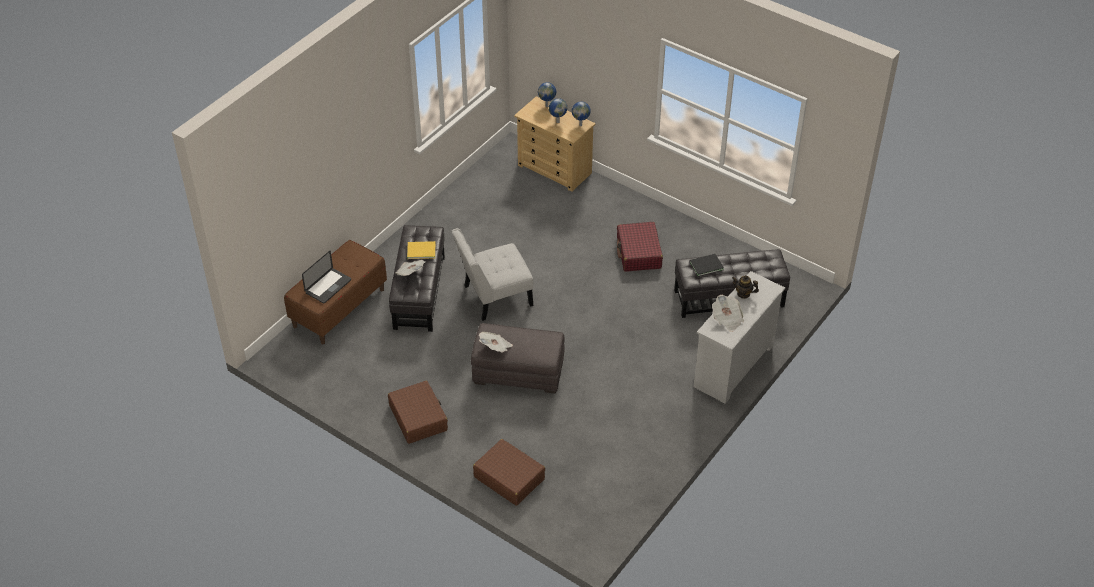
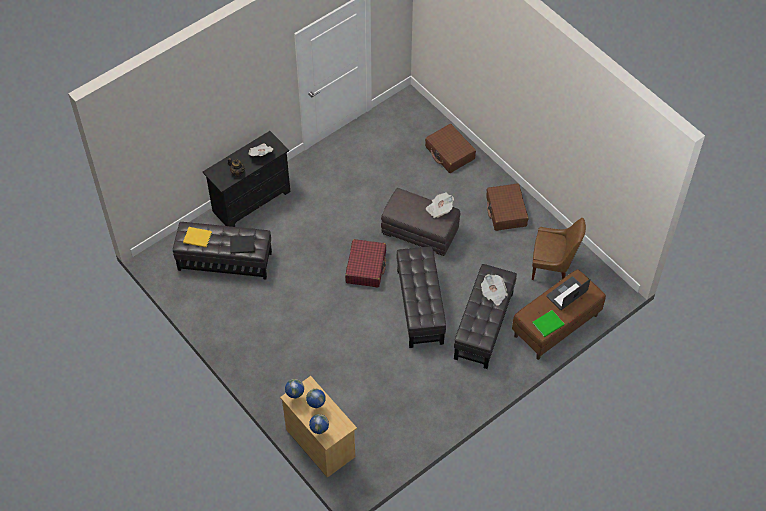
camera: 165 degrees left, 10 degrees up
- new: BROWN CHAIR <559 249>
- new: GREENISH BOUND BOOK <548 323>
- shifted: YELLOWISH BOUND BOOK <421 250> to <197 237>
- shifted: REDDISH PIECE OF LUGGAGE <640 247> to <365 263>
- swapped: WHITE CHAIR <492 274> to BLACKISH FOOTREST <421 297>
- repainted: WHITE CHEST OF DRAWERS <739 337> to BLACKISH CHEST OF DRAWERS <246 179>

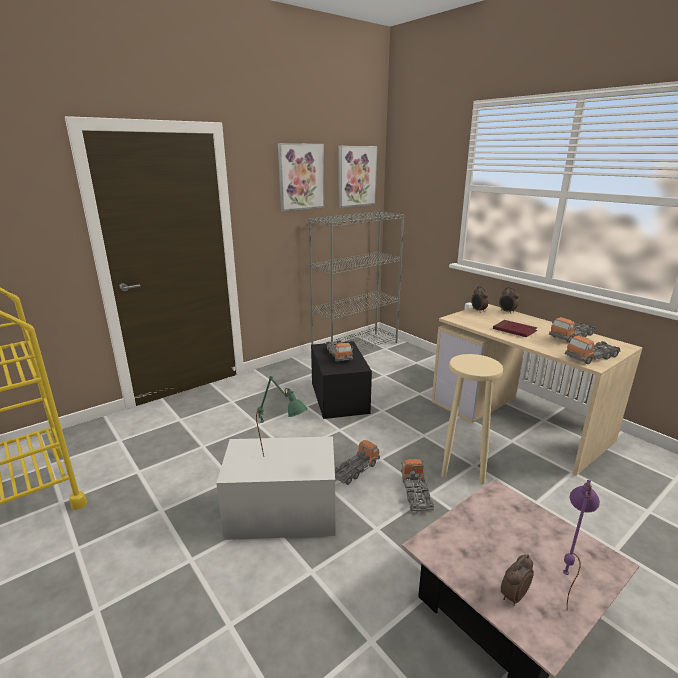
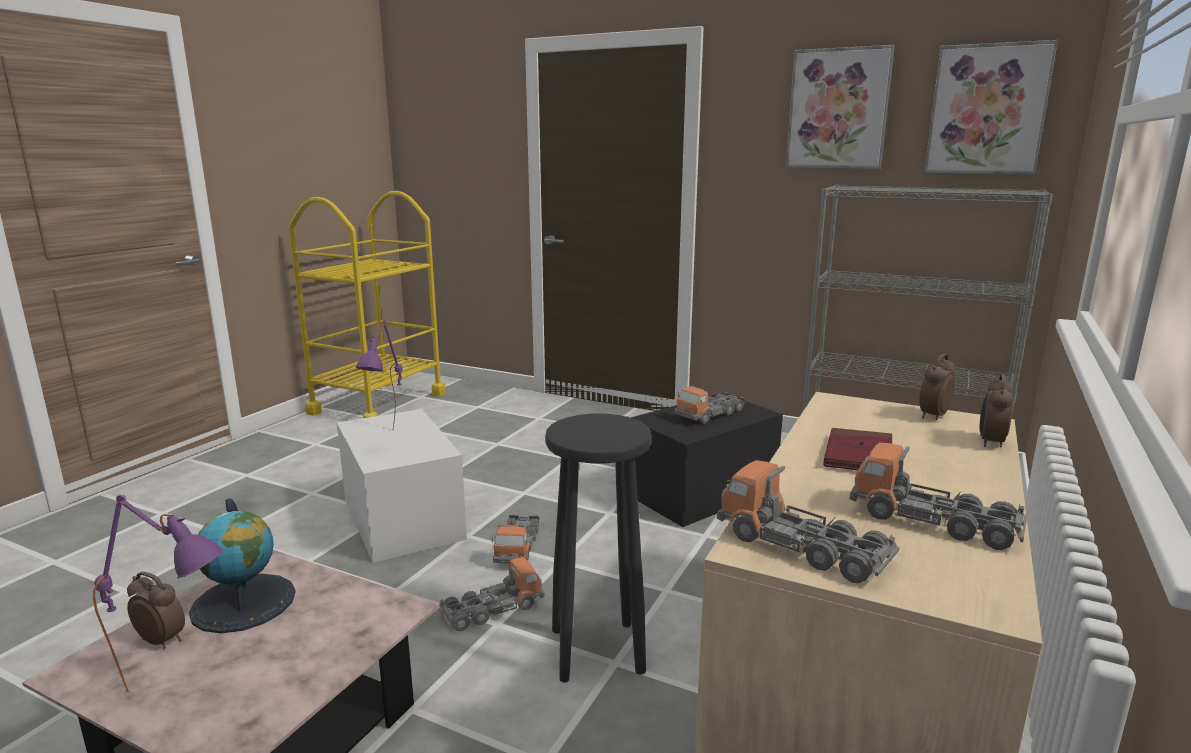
camera: 65 degrees right, 5 degrees down
- new: DESK GLOBE <242 565>
- repainted: GREENISH TABLETOP LAMP <282 416> to PURPLE TABLETOP LAMP <379 375>
- repainted: SAND-COLOURED STOOL <472 419> to BLACKISH STOOL <598 548>
- rotated: TOY TRUCK <357 462> = <515 538> 75 degrees clockwise

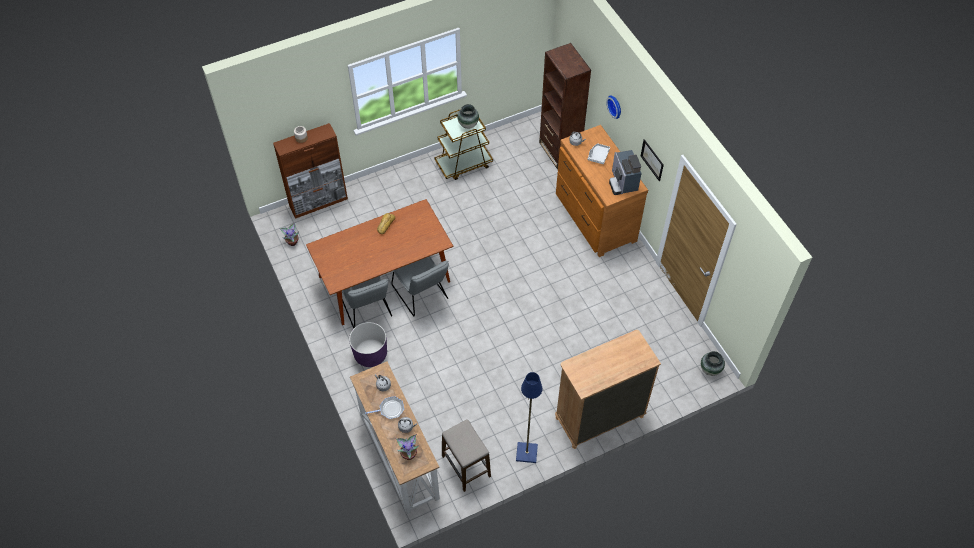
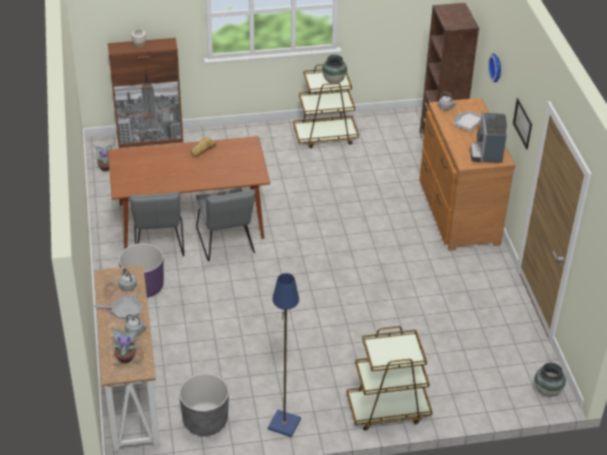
camera: 15 degrees right, 15 degrees down
- swapped: STOOL <466 455> to GREY PLANT POT <204 404>
- swapped: BROWN CHEST OF DRAWERS <608 389> to BROWN TROLLEY <390 378>

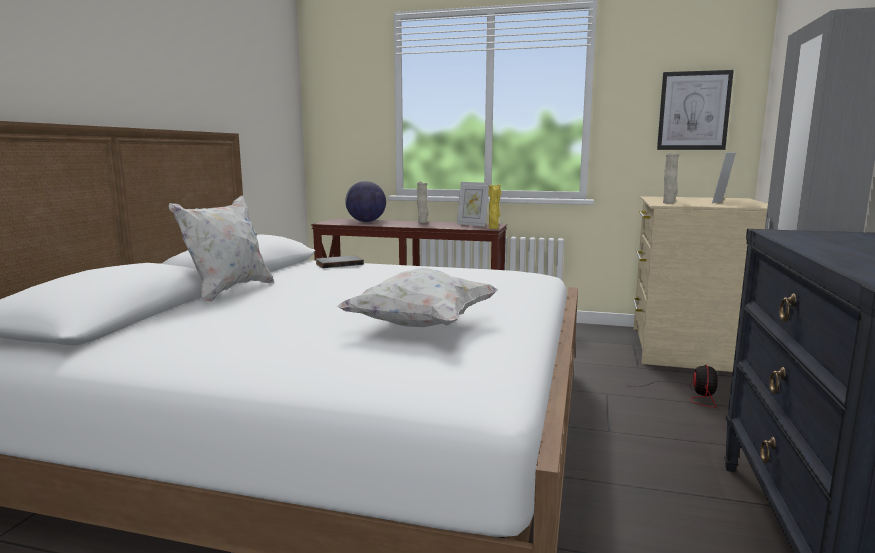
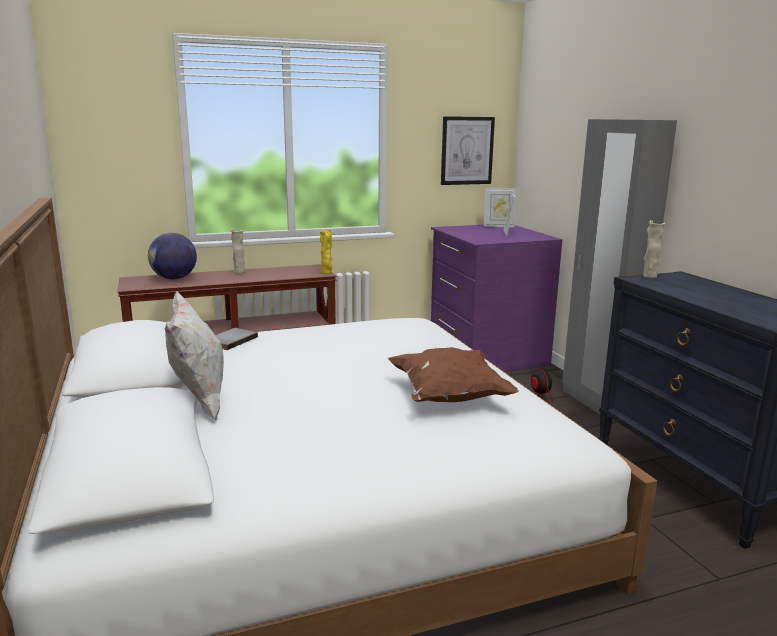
camera: 35 degrees left, 5 degrees up
- shifted: PHOTO FRAME <473 204> to <500 207>
- shifted: SAND-COLOURED DECORATIVE VASE <671 178> to <654 249>
- repainted: WHITE CUSHION <417 297> to BROWN CUSHION <453 374>
- repainted: SAND-COLOURED CHEST OF DRAWERS <700 284> to PURPLE CHEST OF DRAWERS <497 298>

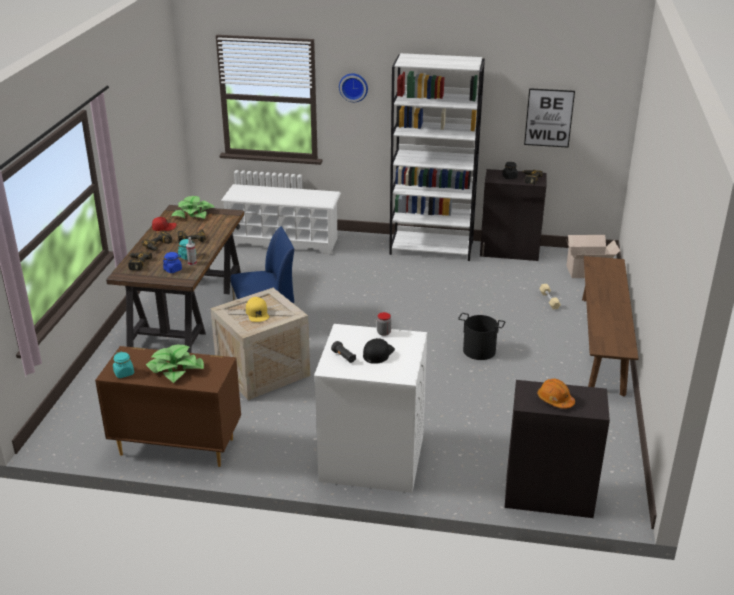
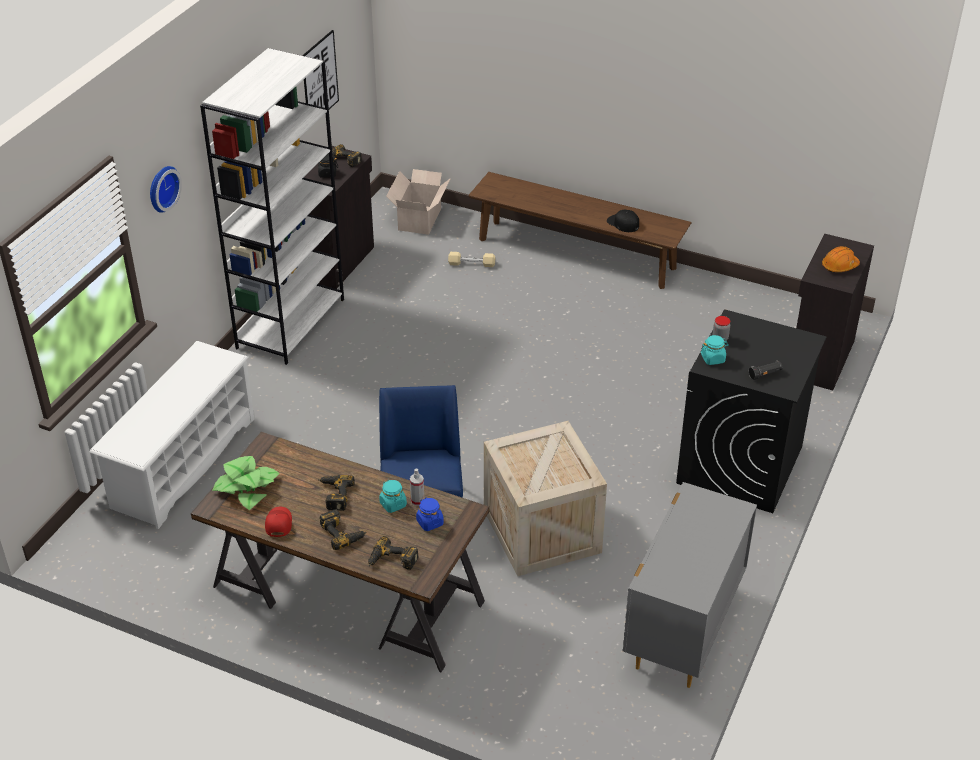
camera: 75 degrees left, 10 degrees up
- gone: POTTED PLANT <175 363>
- gone: YELLOWISH CAP <257 309>
- gone: BLACKISH PAIL <481 336>
- shifted: BLUE-GREEN STORAGE JAR <123 365> to <715 350>
- shifted: BLACKISH CAP <379 351> to <623 221>
- repainted: BROWN CHEST OF DRAWERS <168 406> to GREY CHEST OF DRAWERS <690 585>
- repainted: WHITE LAUNDRY APPLIANCE <370 408> to BLACKISH LAUNDRY APPLIANCE <751 411>

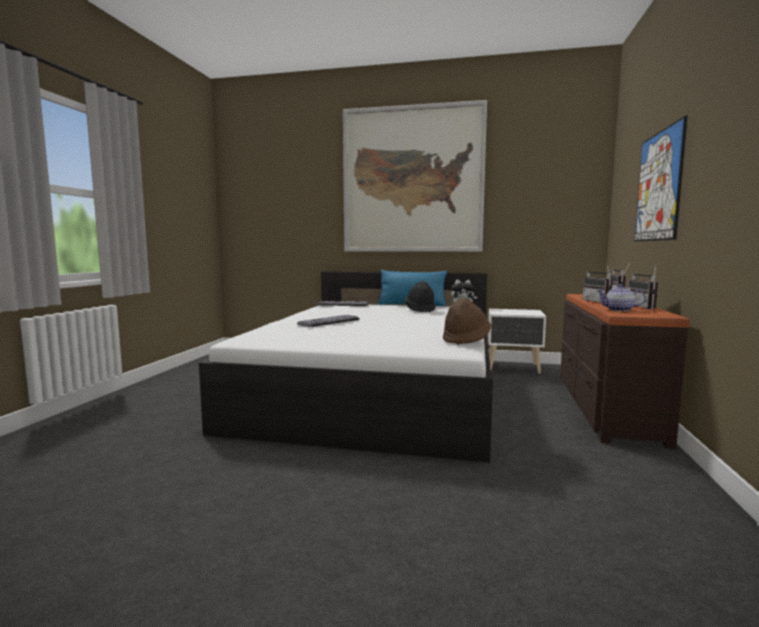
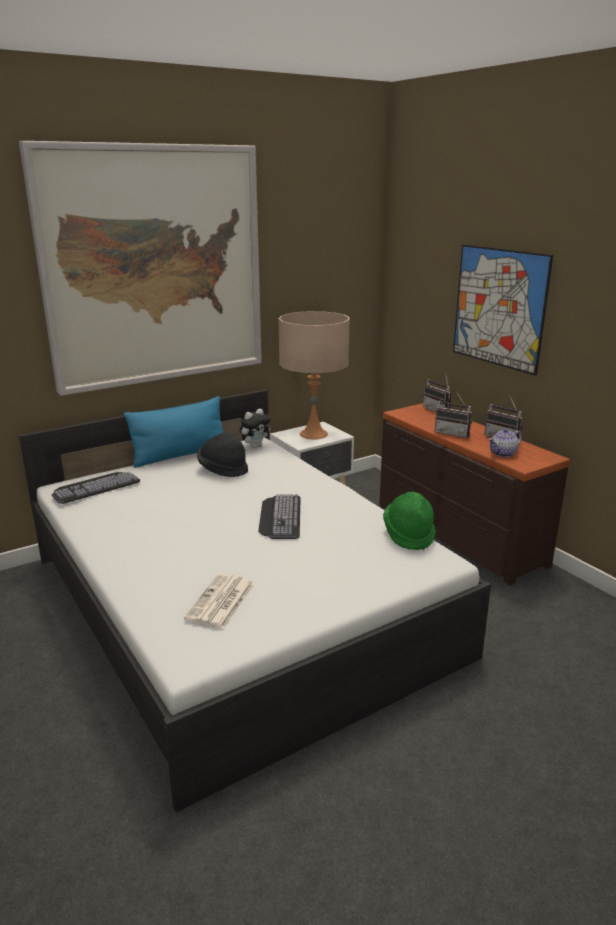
camera: 45 degrees left, 15 degrees up
- new: DAILY PAPER <219 601>
- new: SAND-COLOURED TABLETOP LAMP <314 375>
- shifted: COMPUTER KEYBOARD <328 321> to <279 516>
- repainted: BROWN CLOTHING HAT <467 321> to GREENISH CLOTHING HAT <409 521>

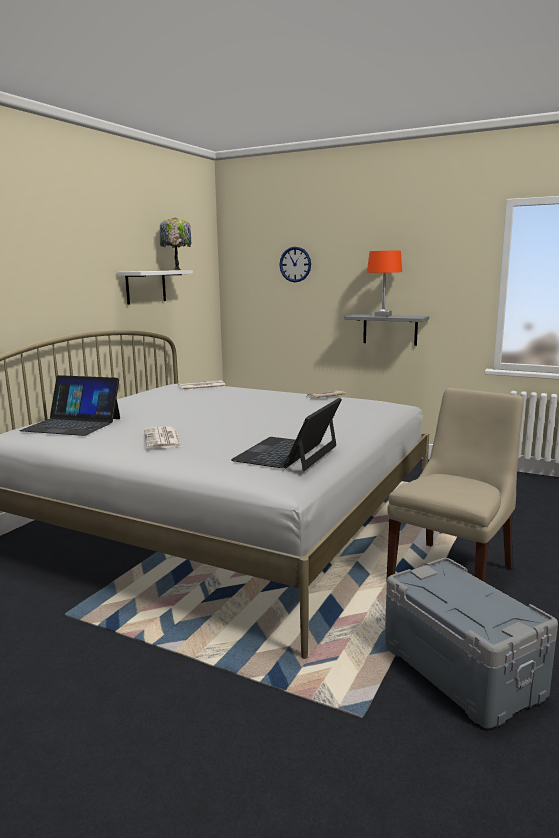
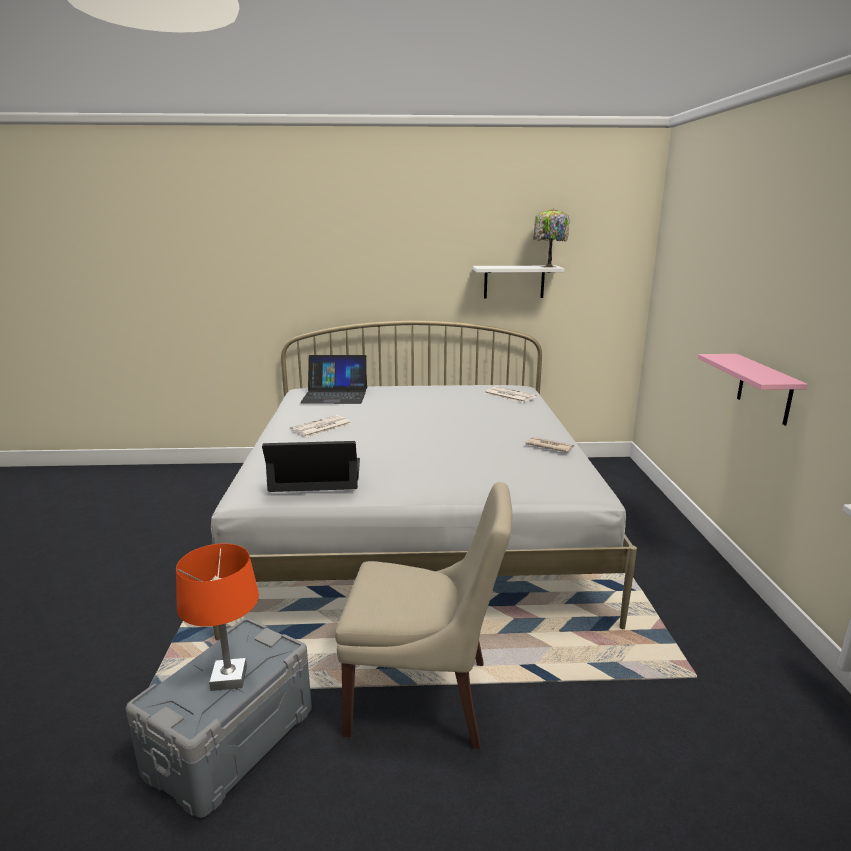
camera: 60 degrees right, 5 degrees up
- gone: WALL CLOCK <295 264>
- shifted: ORANGE TABLETOP LAMP <384 284> to <217 617>
- repainted: GREY SHELF <386 330> to PINK-COLOURED SHELF <753 389>
- rotated: NOTEBOOK COMPUTER <70 405> = <333 379> 75 degrees counterclockwise

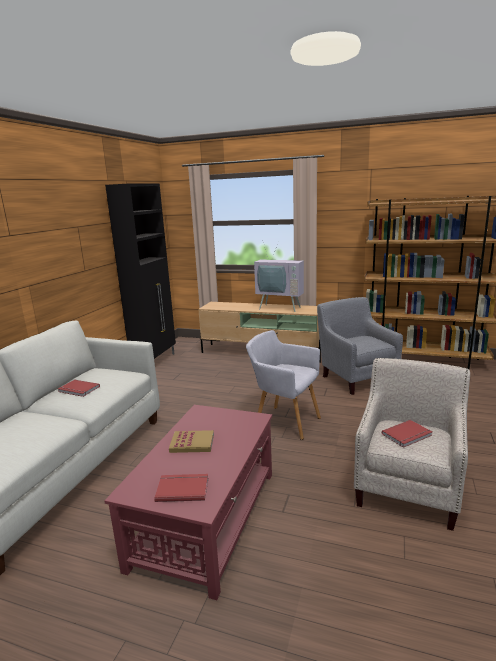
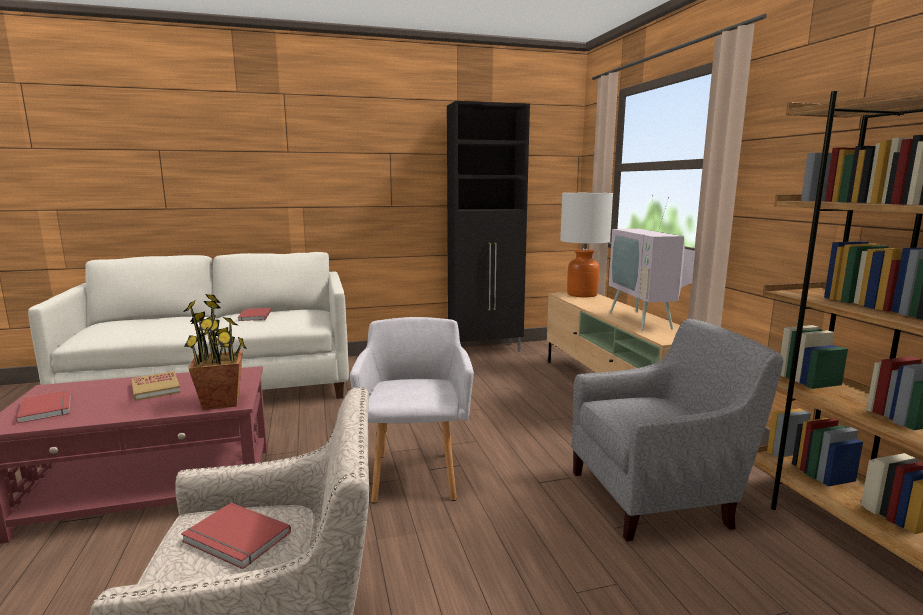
camera: 55 degrees right, 5 degrees down
- new: POTTED PLANT <215 352>
- new: TABLETOP LAMP <586 245>
- rotated: GREY LOUNGE CHAIR <360 346> = <677 430> 45 degrees clockwise

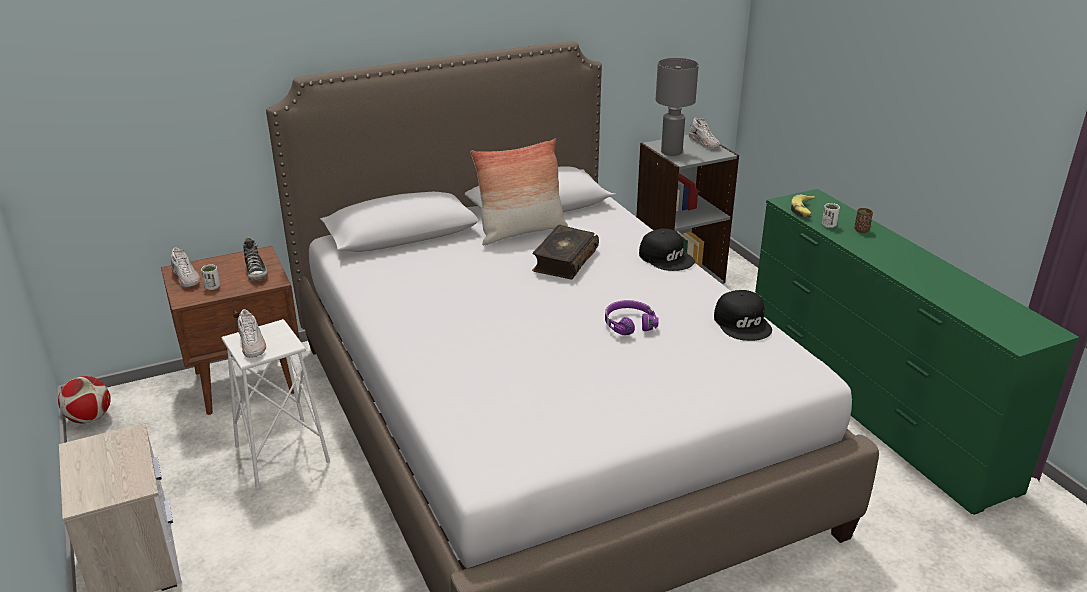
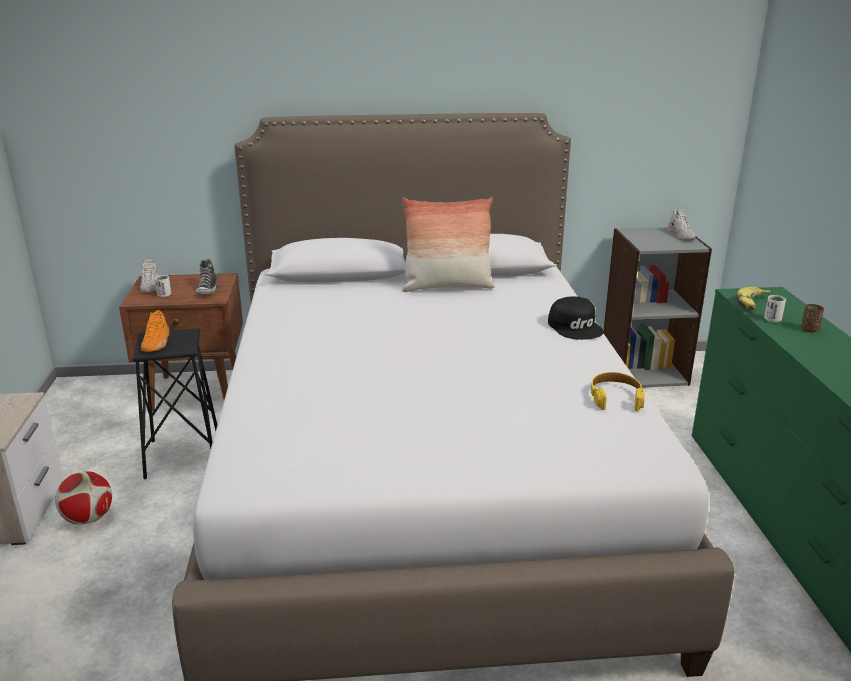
camera: 20 degrees right, 5 degrees down
- gone: BOUND BOOK <565 252>
- gone: PURPLE PAIR OF HEADPHONES <632 317>
- gone: GREY TABLETOP LAMP <677 107>
- shifted: FOOTBALL <84 400> to <83 497>
- swapped: BLACKISH CAP <743 315> to YELLOWISH PAIR OF HEADPHONES <618 391>
- repainted: WHITE STOOL <276 404> to BLACKISH STOOL <174 403>
- repainted: WHITE LOW SHOE <252 333> to ORANGE LOW SHOE <155 331>

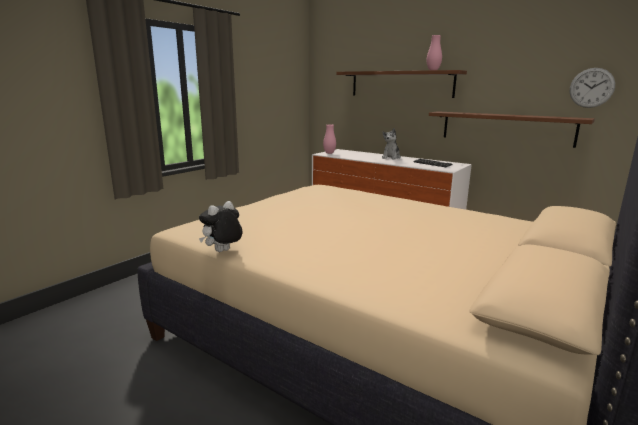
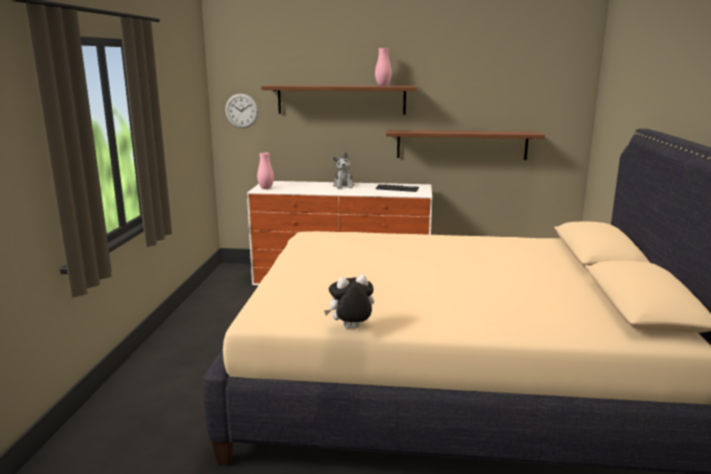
camera: 30 degrees left, 0 degrees up
- shifted: WALL CLOCK <592 88> to <242 111>
- rotated: PLUSH TOY <220 226> = <349 302> 60 degrees clockwise

